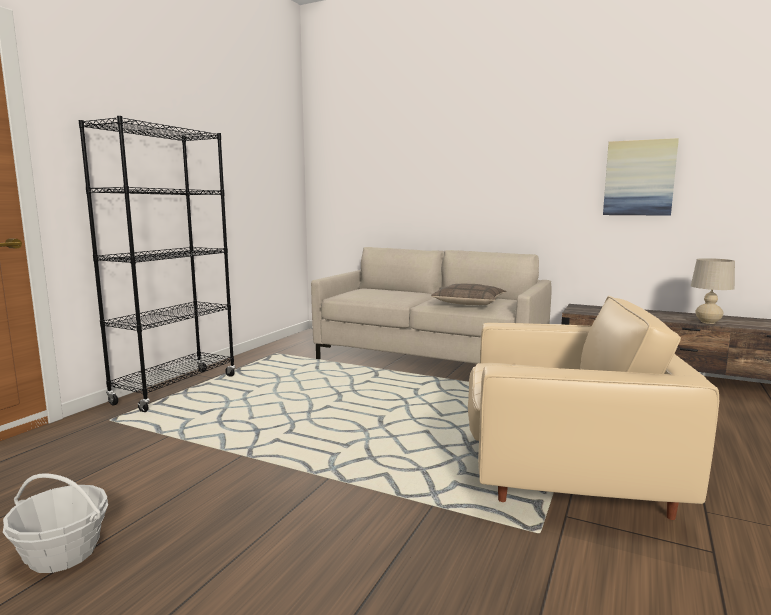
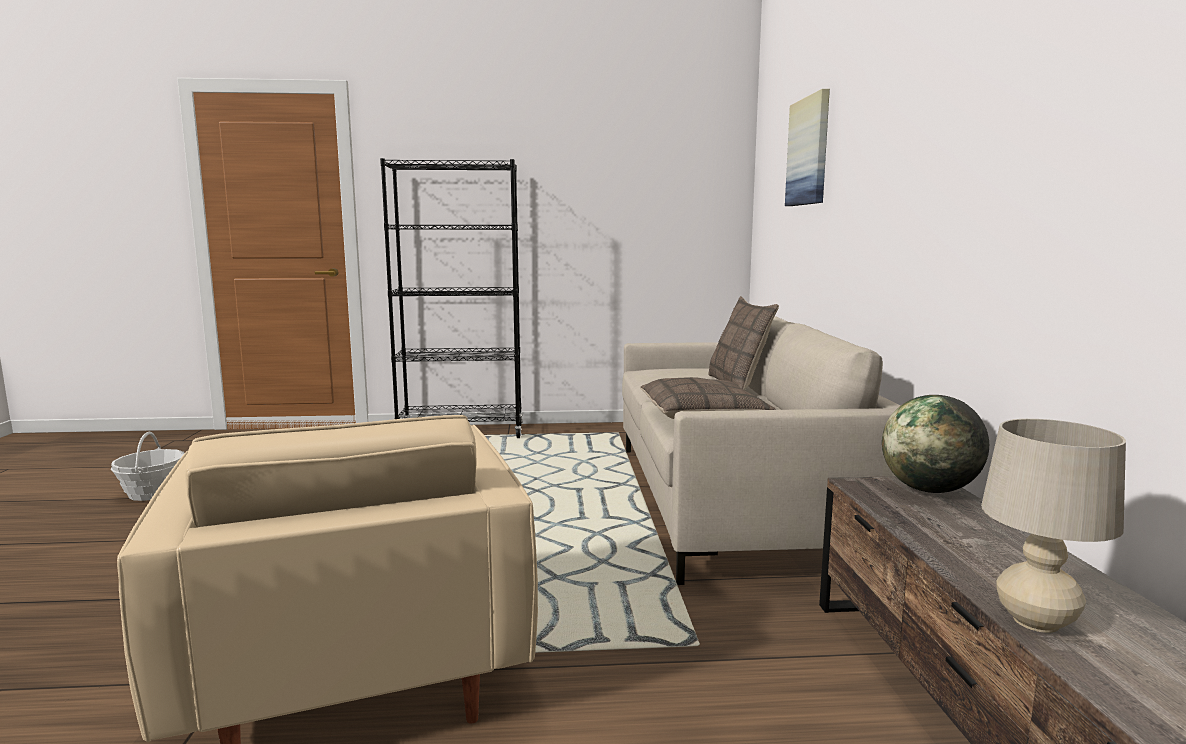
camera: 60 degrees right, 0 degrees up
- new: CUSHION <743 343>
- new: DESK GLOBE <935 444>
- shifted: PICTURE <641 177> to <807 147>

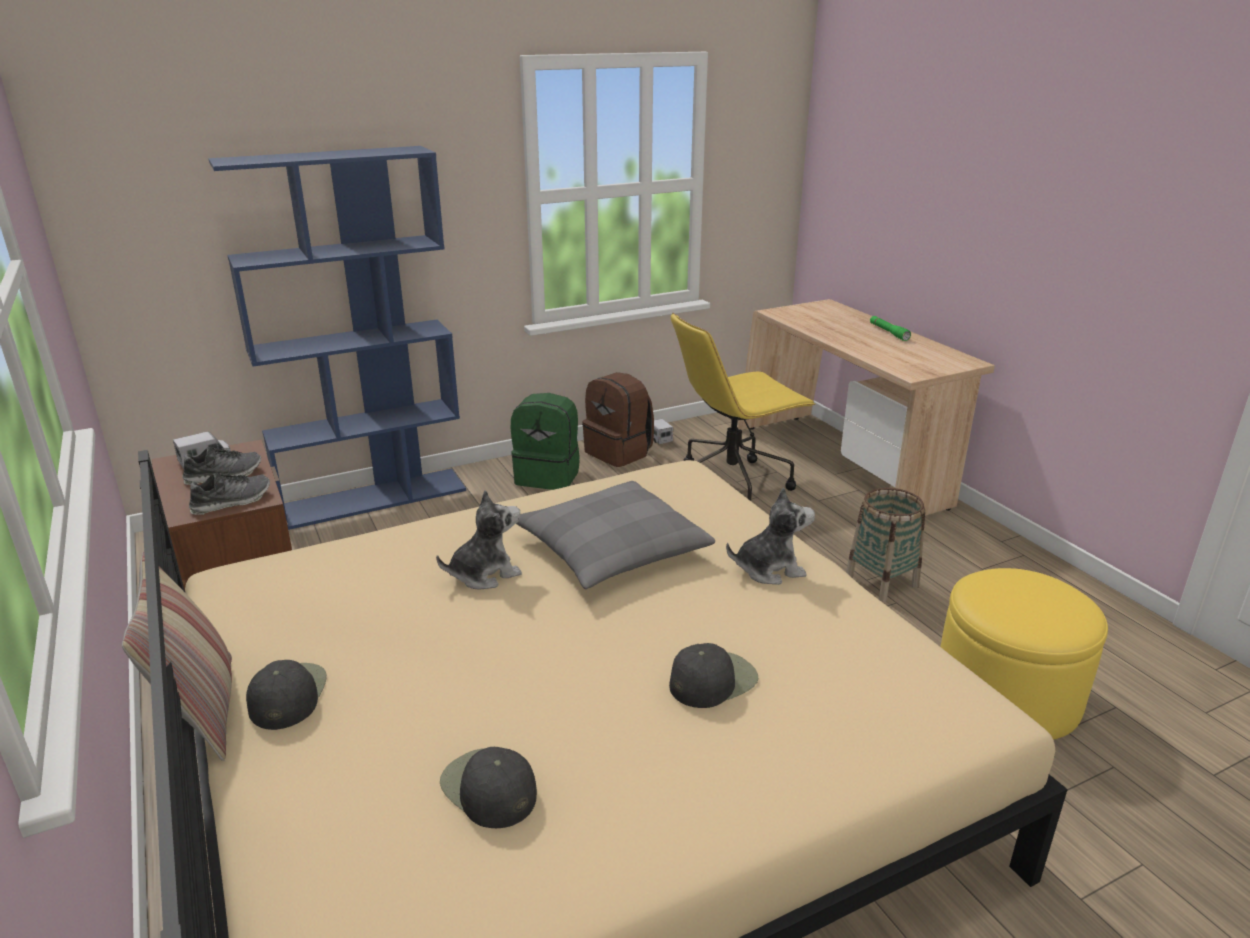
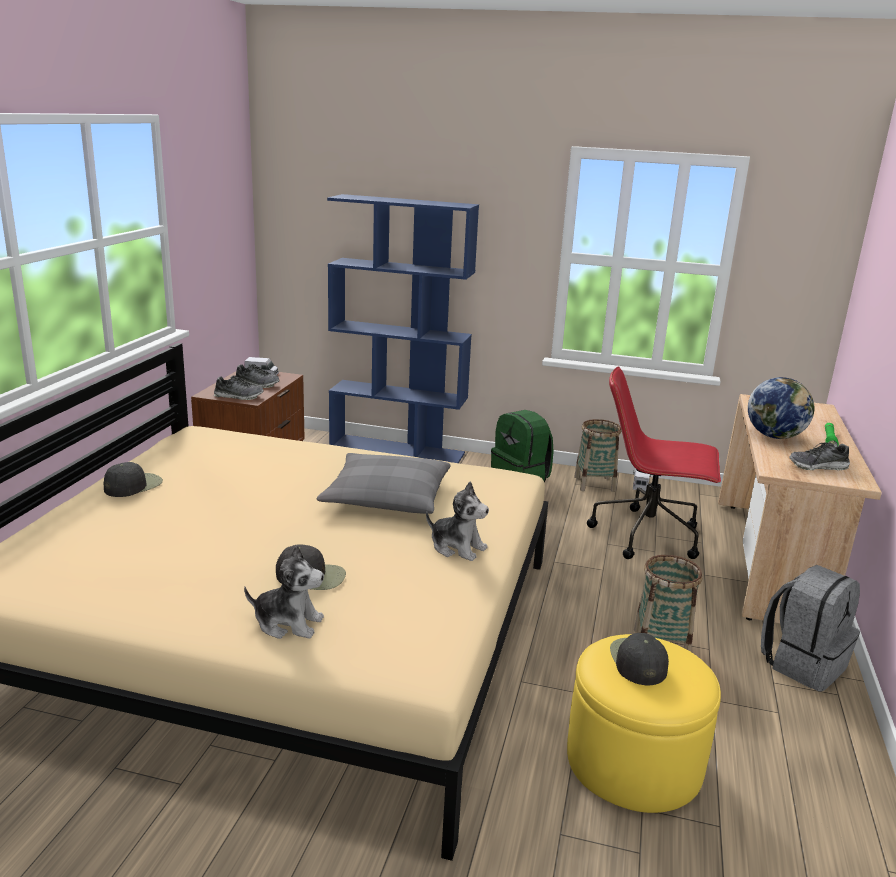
camera: 40 degrees right, 5 degrees down
- gone: CUSHION <177 656>
- new: DESK GLOBE <781 408>
- new: GREY BACKPACK <810 628>
- new: LOW SHOE <819 456>
- shifted: PLUSH TOY <479 540> to <284 592>
- shifted: BLACKISH CAP <488 787> to <639 659>
- swapped: BROWN BACKPACK <618 419> to HOUSEHOLD BASKET <597 455>
- repainted: YELLOWISH OFFICE CHAIR <743 407> to REDDISH OFFICE CHAIR <654 462>

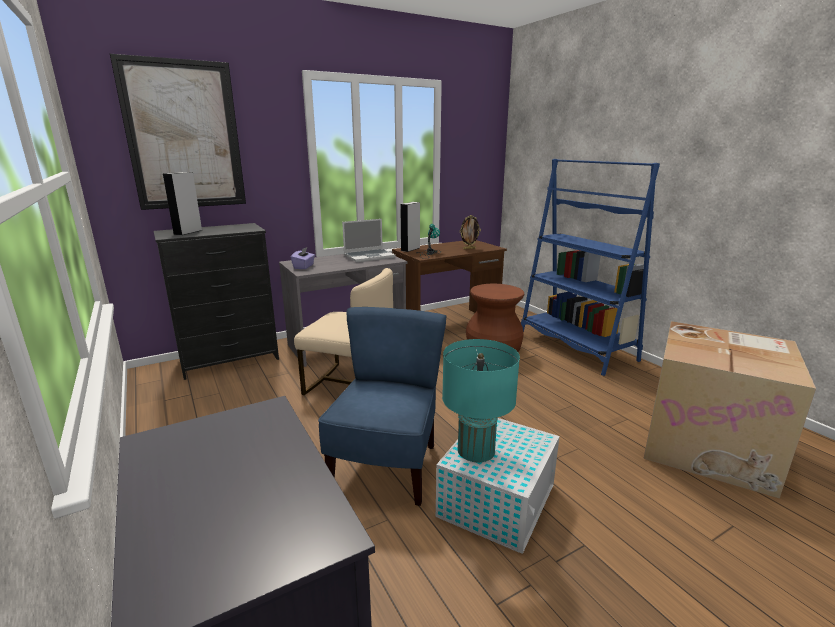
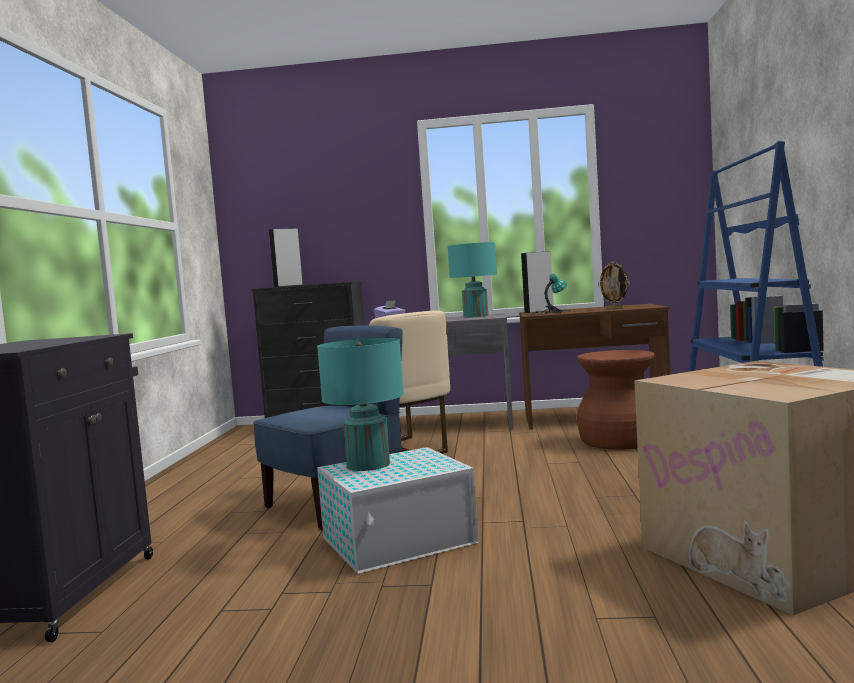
camera: 35 degrees right, 15 degrees down
- gone: PICTURE <178 132>
- swapped: NOTEBOOK COMPUTER <369 240> to BLUE-GREEN TABLETOP LAMP <472 280>

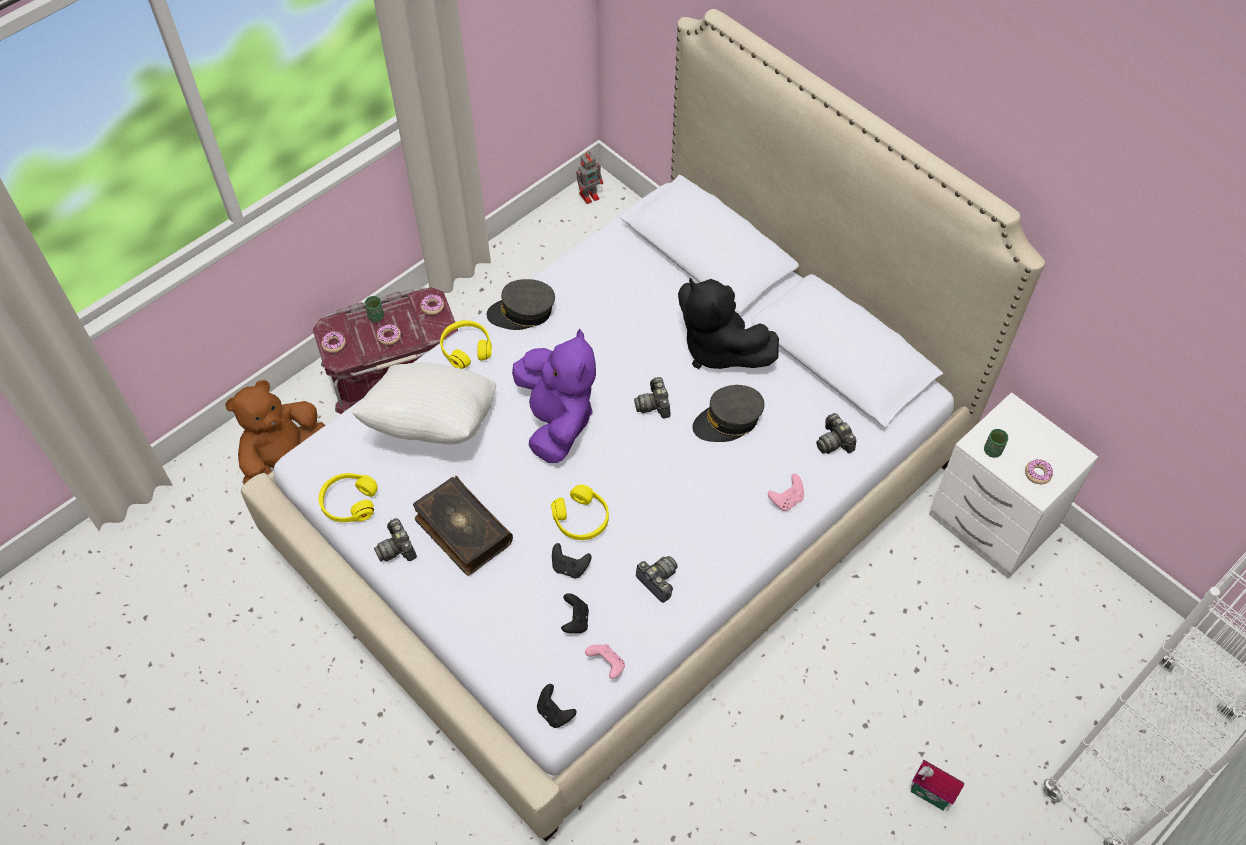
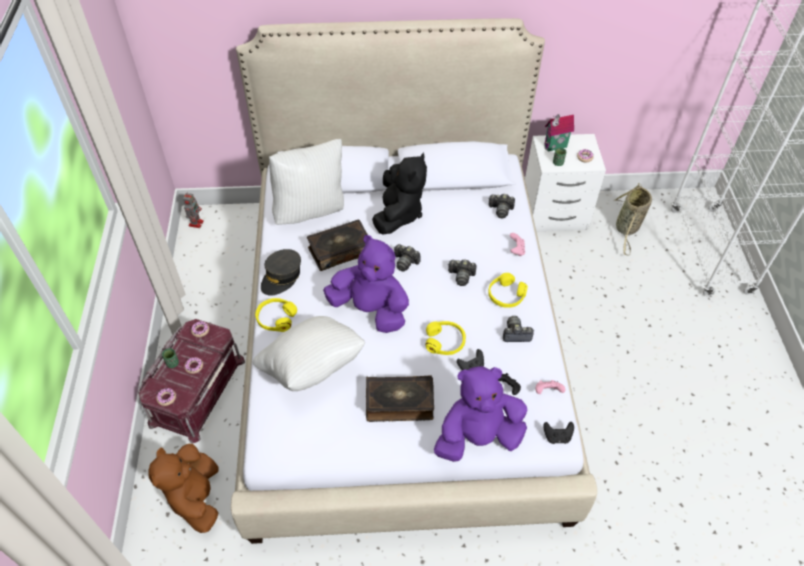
camera: 50 degrees left, 5 degrees down
- gone: GREY CAP <728 413>
- new: WHITE CUSHION <306 182>
- new: BOUND BOOK <337 245>
- new: PURPLE PLUSH TOY <480 414>
- new: HOUSEHOLD BASKET <633 219>
- shifted: YELLOWISH PAIR OF HEADPHONES <348 497> to <508 290>
- shifted: PHOTO CAMERA <395 539> to <462 272>
- shifted: MODEL HOUSE <937 784> to <559 132>
- rotated: BLACKISH PLUSH TOY <728 323> = <399 193> 75 degrees counterclockwise

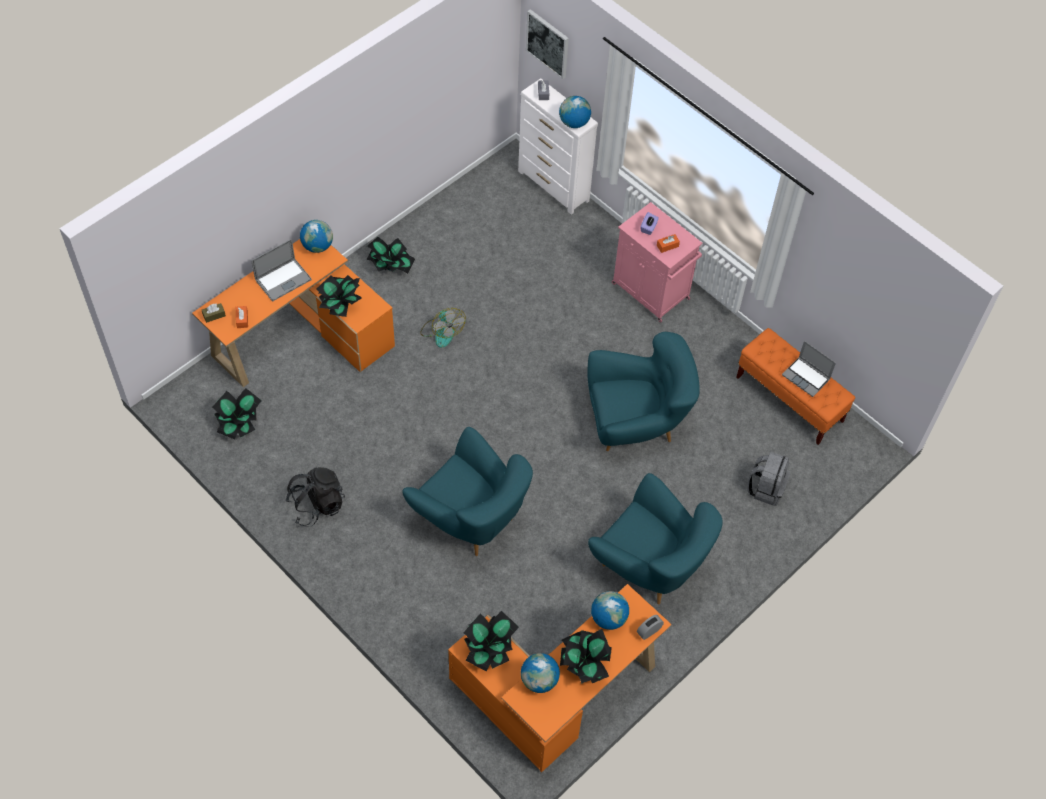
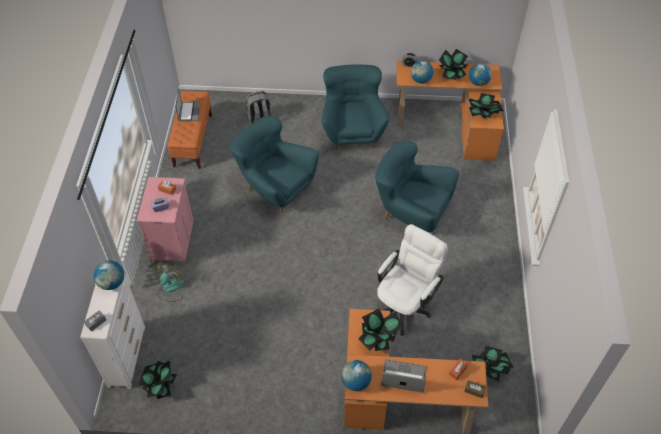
camera: 130 degrees left, 5 degrees down
- gone: BLACKISH BACKPACK <315 497>
- gone: PICTURE <547 44>
- new: WHITE OFFICE CHAIR <412 280>
- shifted: POTTED PLANT <391 255> to <157 380>
- shifted: ELECTRIC FAN <443 328> to <169 282>
- rotated: BLUE-GREEN LOUNGE CHAIR <467 491> = <417 186> 60 degrees counterclockwise

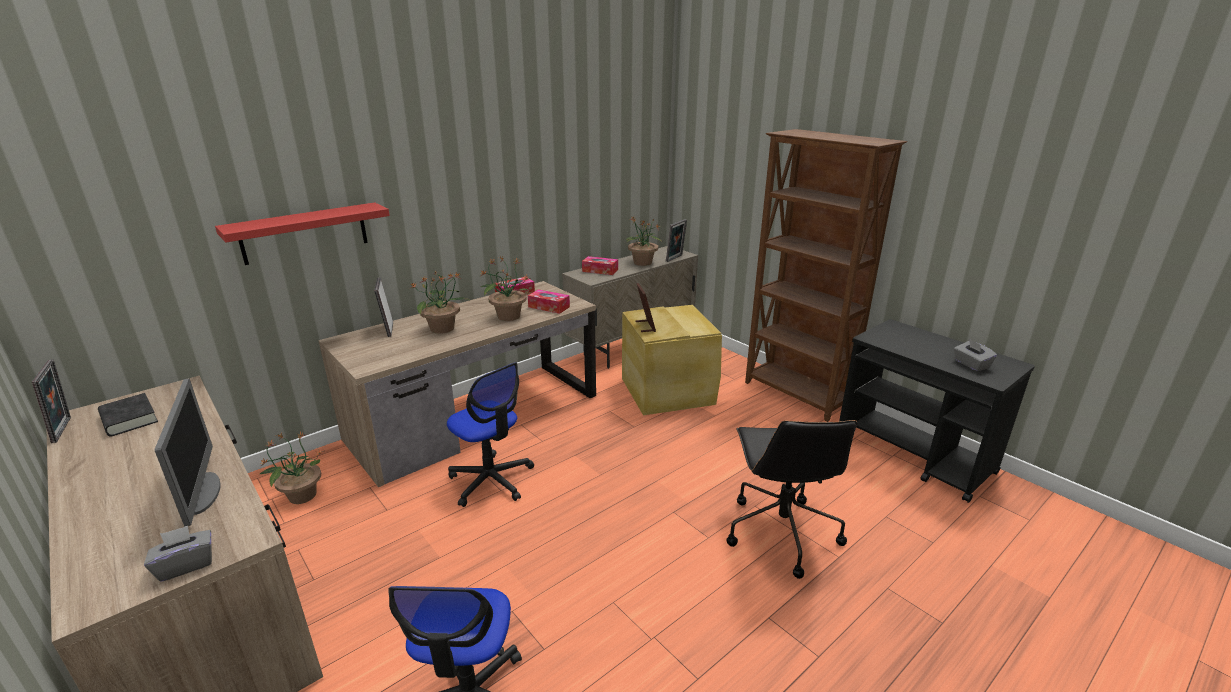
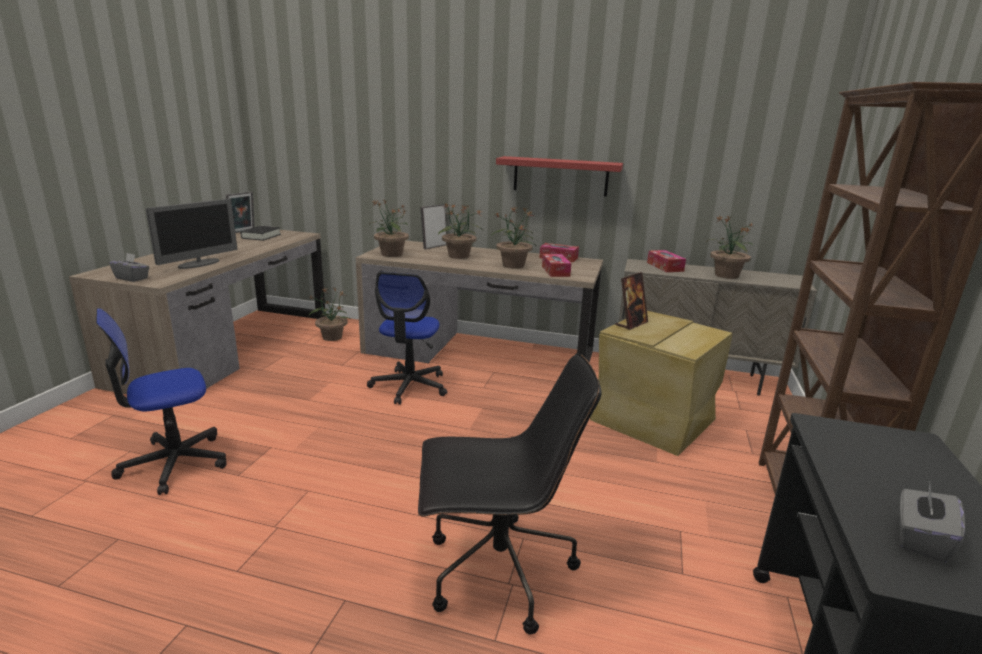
camera: 55 degrees right, 5 degrees down
- gone: PHOTO FRAME <676 240>
- new: POTTED PLANT <389 228>
- shifted: REDDISH SHELF <302 233> to <559 176>
- rotated: BLACKISH OFFICE CHAIR <791 499> = <510 494> 150 degrees counterclockwise

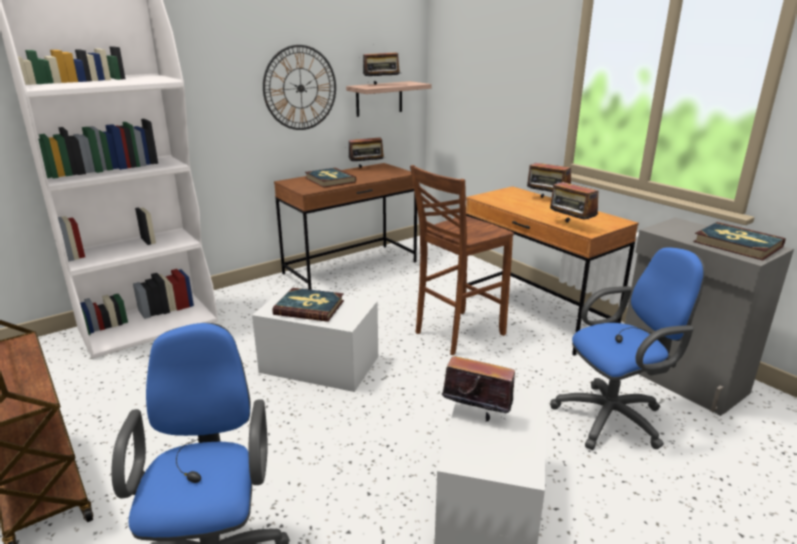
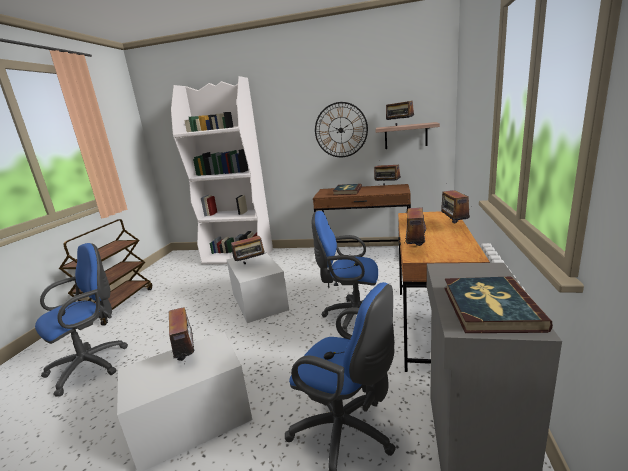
camera: 50 degrees right, 5 degrees down
- swapped: BOUND BOOK <308 305> to RADIO SET <248 250>
- swapped: BROWN STOOL <462 260> to BLUE-COLOURED OFFICE CHAIR <345 271>

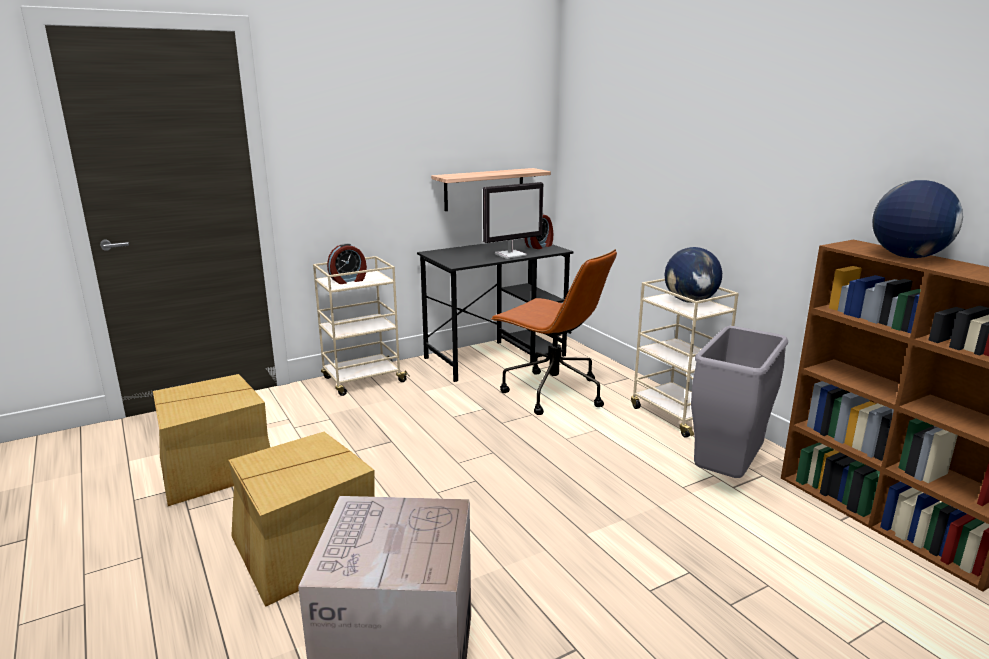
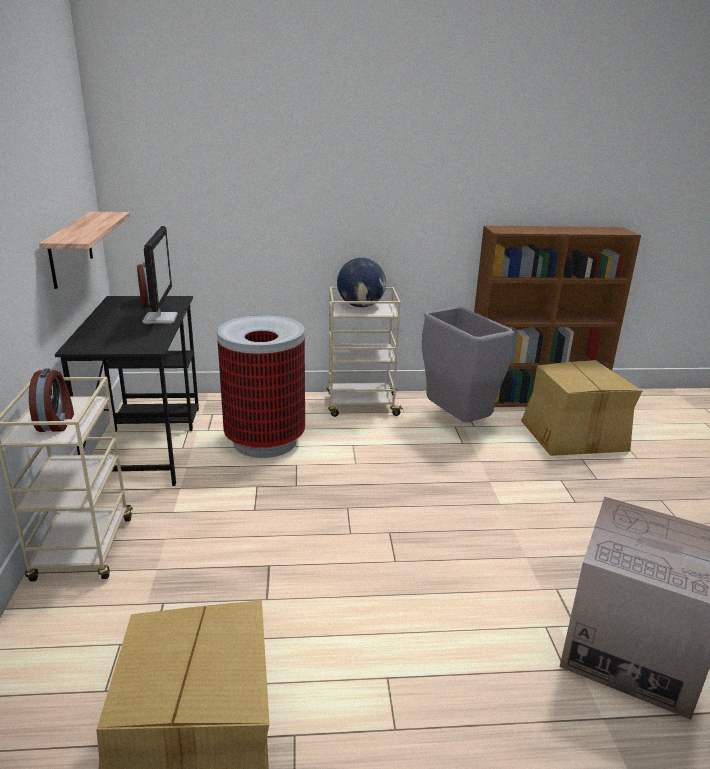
camera: 65 degrees left, 5 degrees up
- gone: DESK GLOBE <917 219>
- shifted: CARTON <301 519> to <581 408>
- swapped: BROWN OFFICE CHAIR <553 332> to RUBBISH BIN <261 386>

